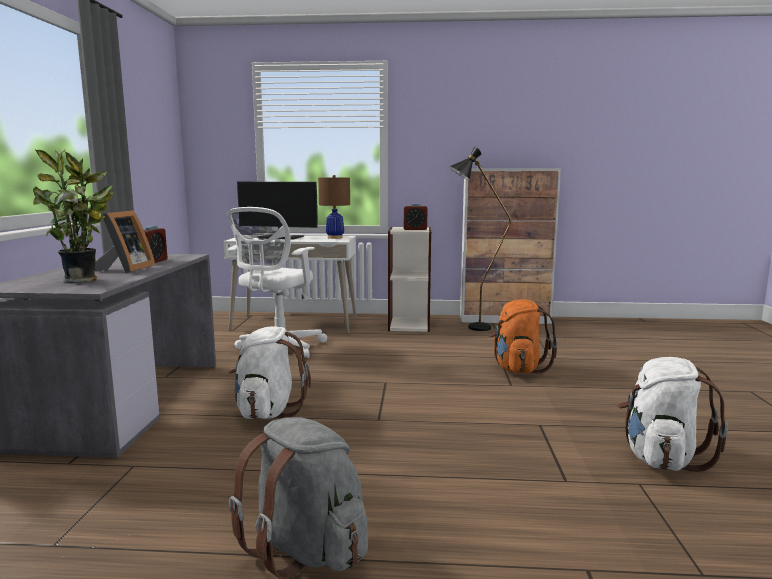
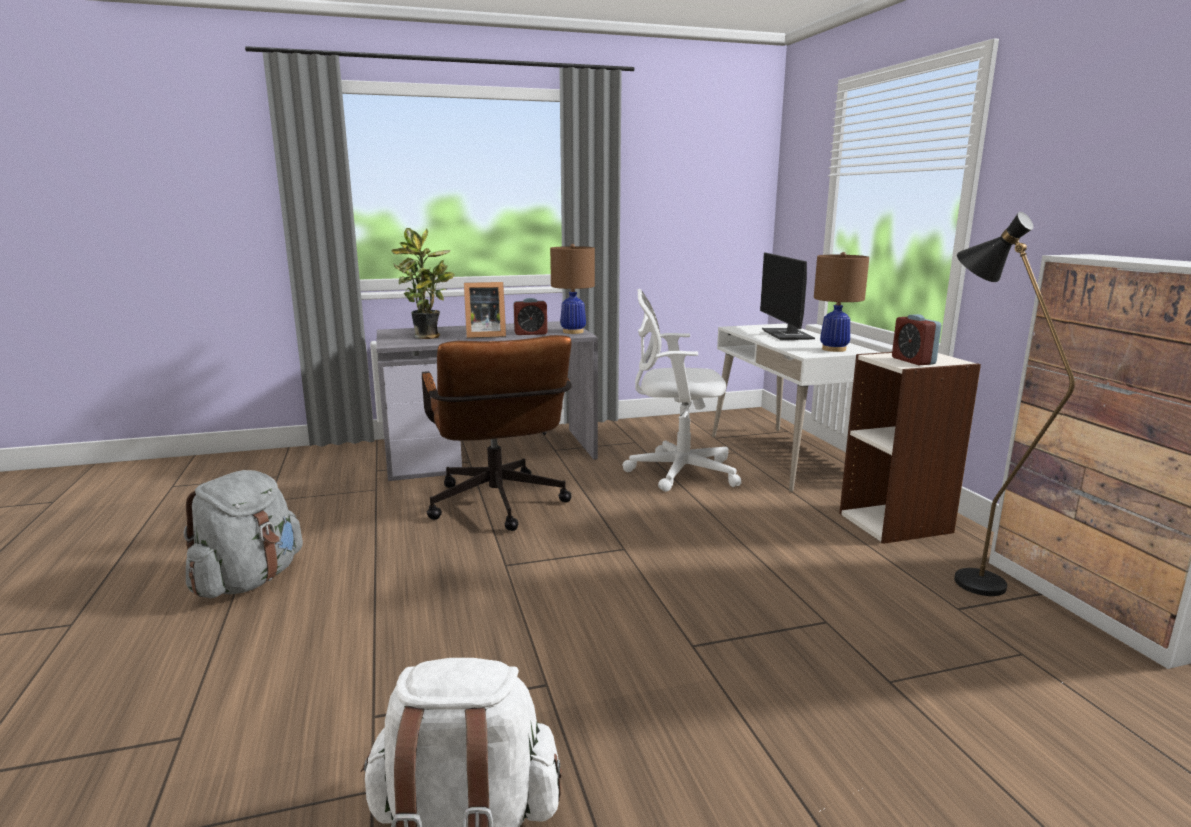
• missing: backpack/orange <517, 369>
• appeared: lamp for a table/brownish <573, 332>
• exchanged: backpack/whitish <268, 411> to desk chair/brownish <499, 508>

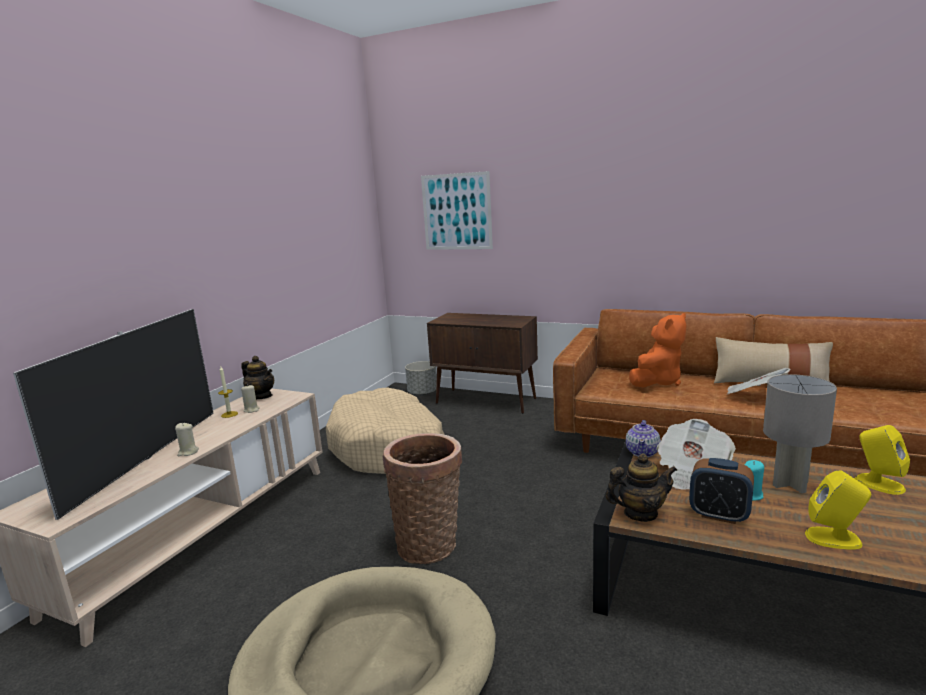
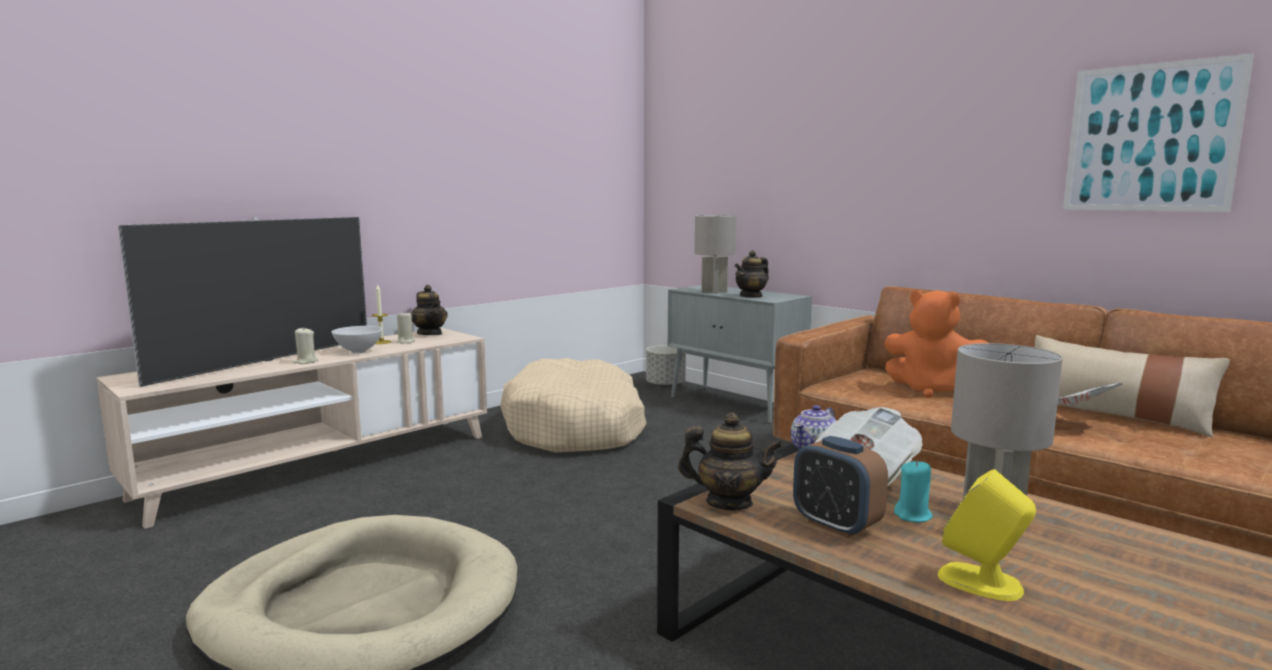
• missing: household basket <429, 543>
• missing: speaker/yellow-coloured <878, 484>
• appeared: deep dish/whitish <358, 352>
• appeared: lamp for a table/grey <714, 292>
• appeared: pot for tea <751, 296>
• relocated: picture <456, 212> to <1150, 138>
• colour: cabinet/brownish <486, 401> to cabinet/grey <736, 404>
• spun: cuddly toy/orange <657, 382> = <934, 390> 60 degrees clockwise

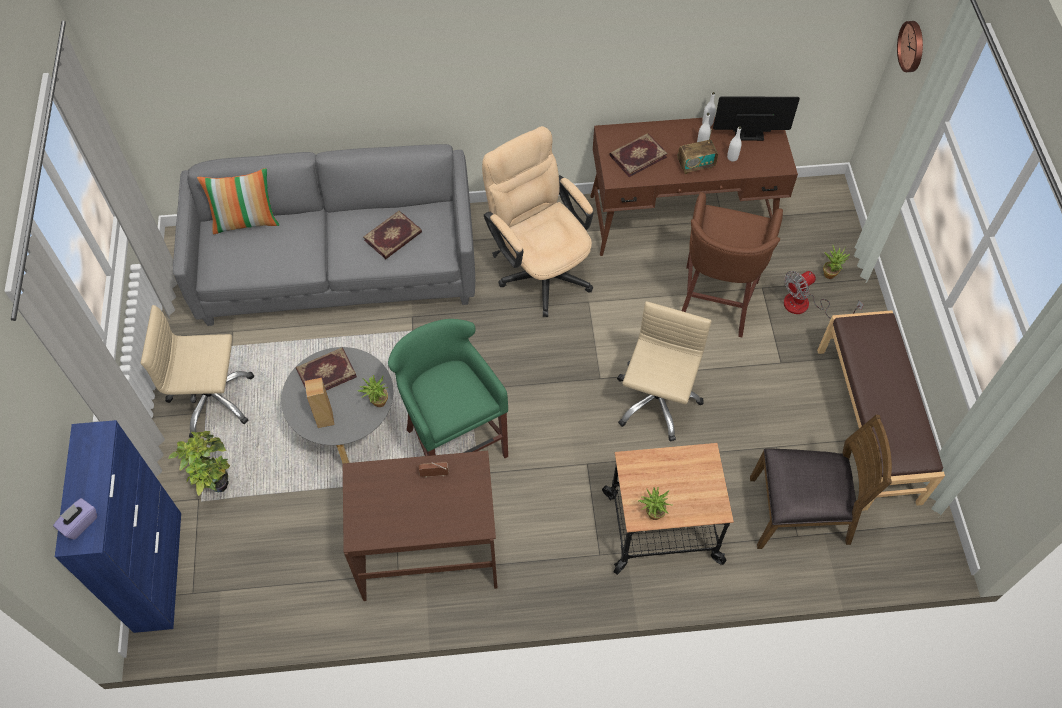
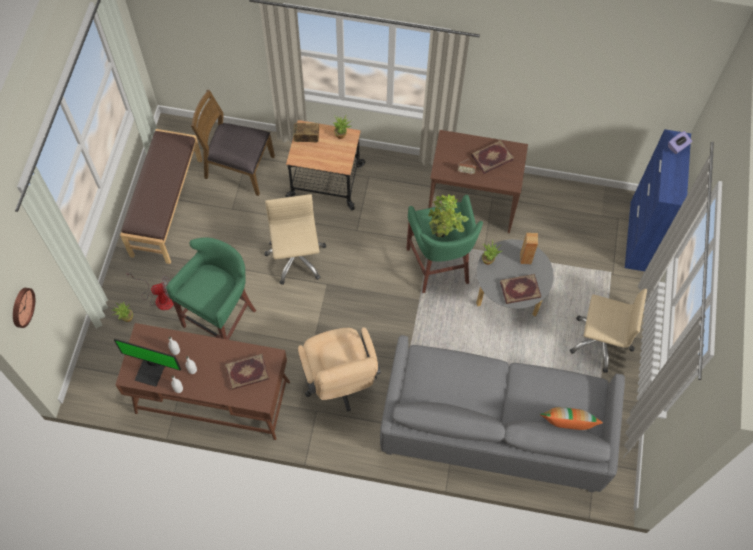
• relocated: potted plant <215, 483> to <443, 234>
• relocated: bound book <393, 237> to <491, 157>
• relocated: radio <695, 165> to <306, 138>
• colour: sitting stool/brownish <715, 303> to sitting stool/green <222, 318>
• spun: desk chair/beige <655, 401> = <296, 258> 135 degrees clockwise

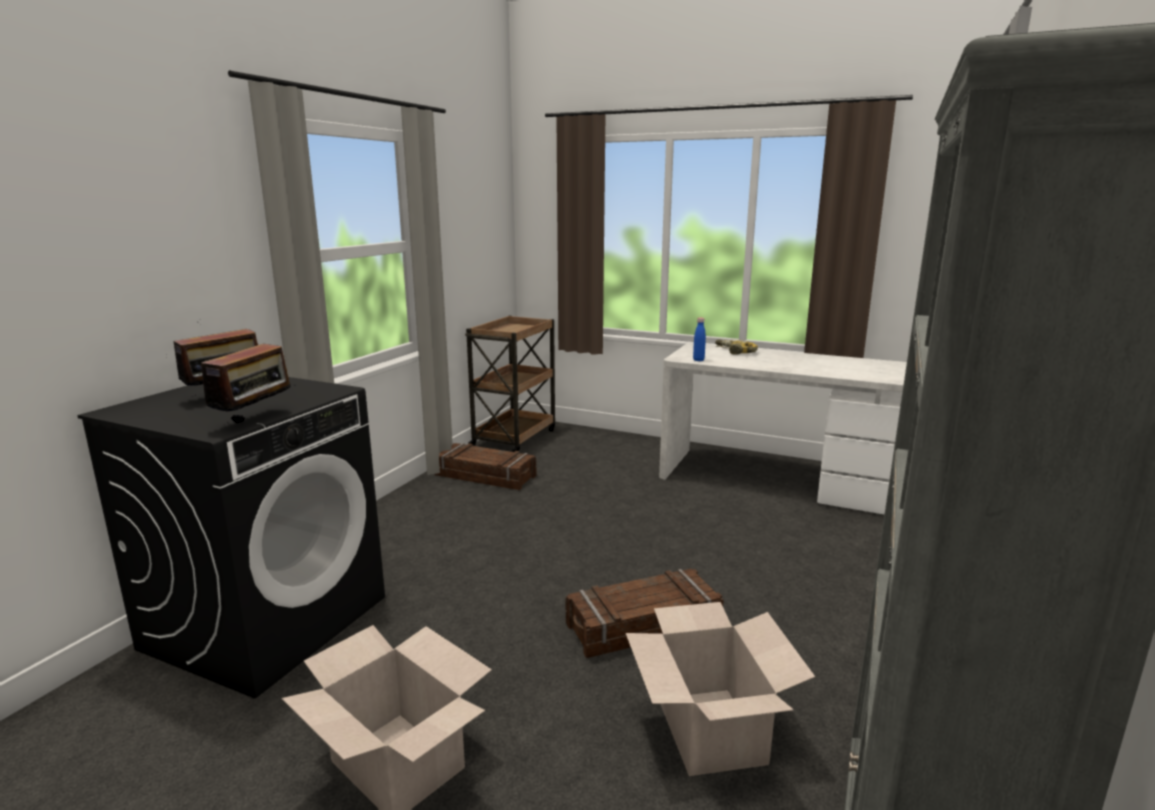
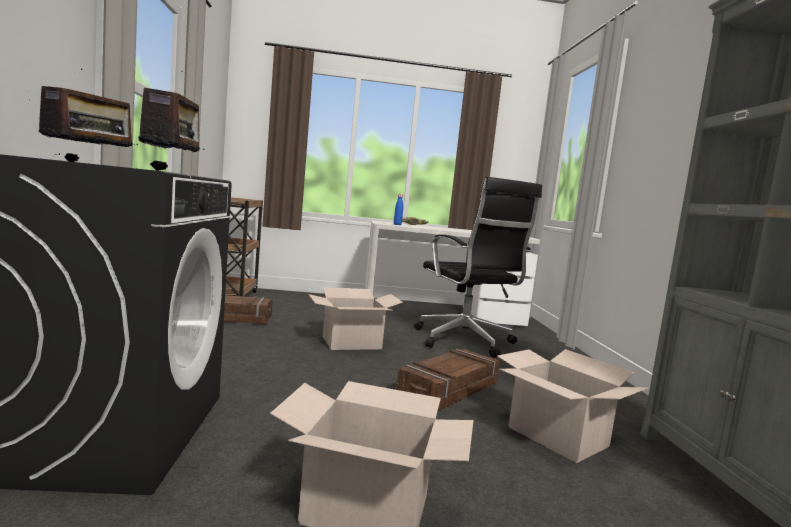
• appeared: packing box <351, 343>
• appeared: desk chair/black-coloured <465, 341>

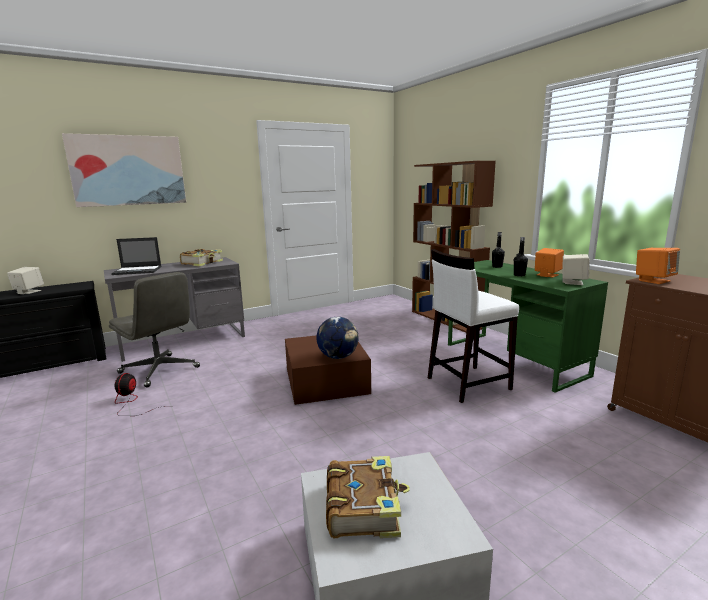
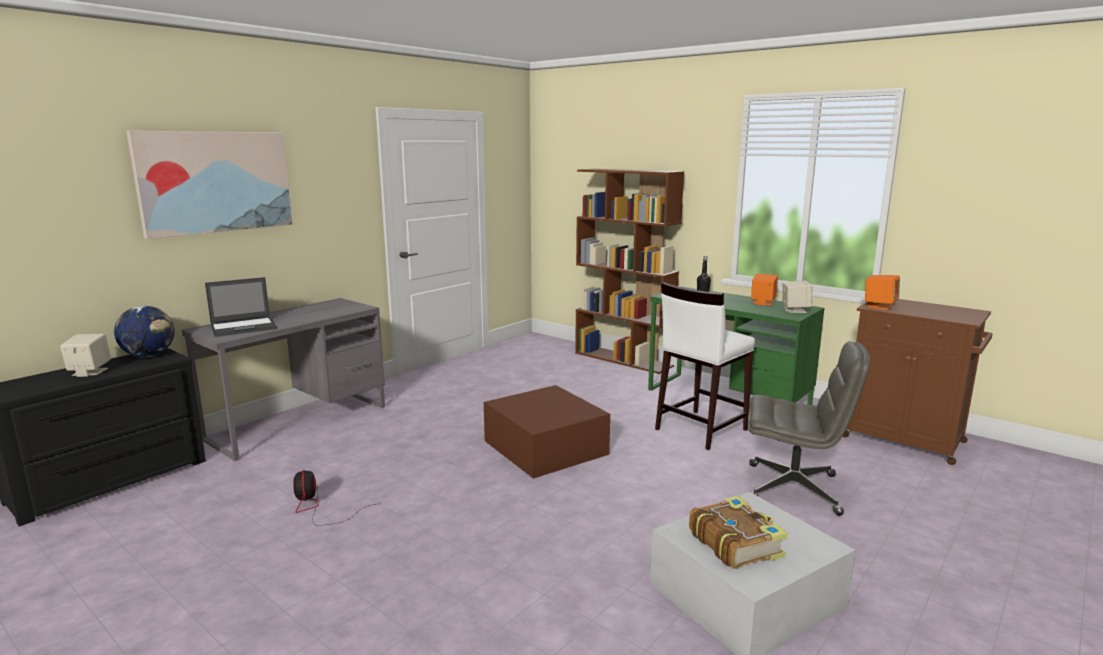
• missing: bound book <202, 263>
• missing: bottle/black-coloured <519, 275>
• relocated: desk chair/grey <160, 370> to <794, 489>
• relocated: world globe <338, 357> to <149, 356>

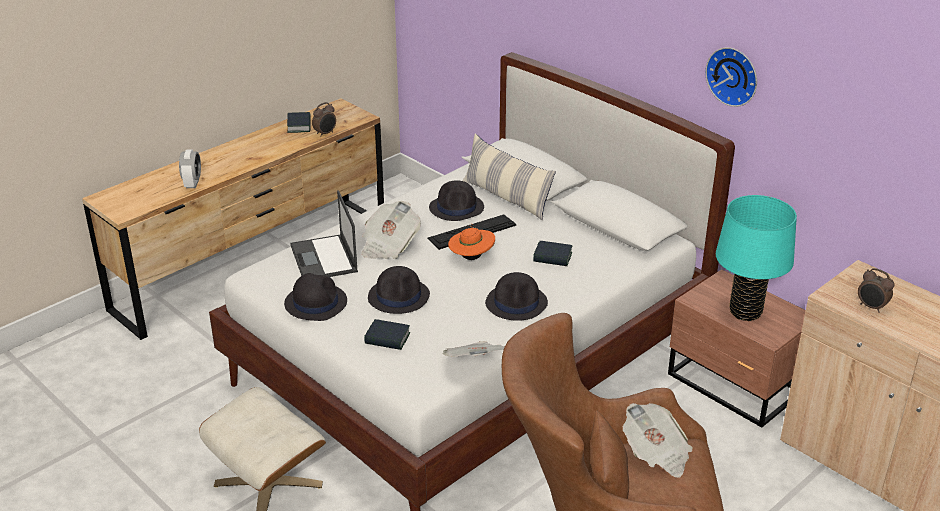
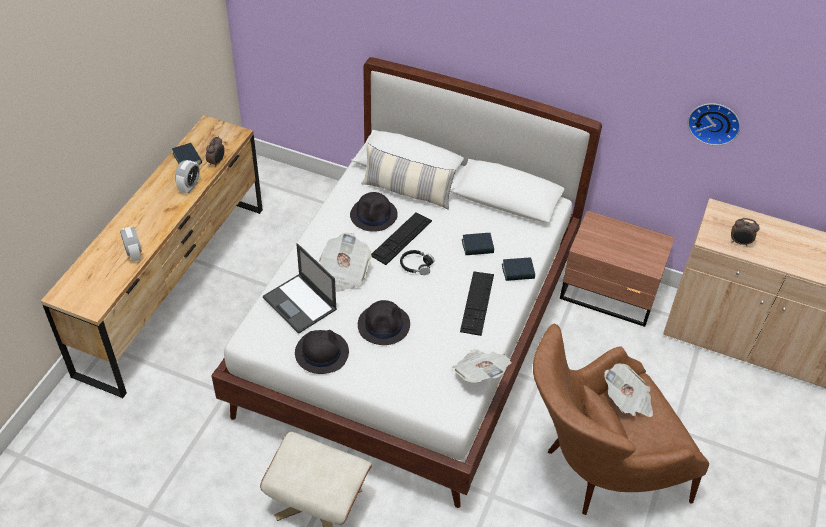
• missing: lamp for a table/turquoise <745, 312>
• appeared: alarm clock <189, 186>
• relocated: bound book <387, 339> to <518, 272>
• relocated: clock on the wall <734, 75> to <714, 122>
• exchanged: hat/orange <471, 257> to headset/black-coloured <416, 265>
• exchanged: hat/black-coloured <517, 303> to computer keyboard <477, 303>

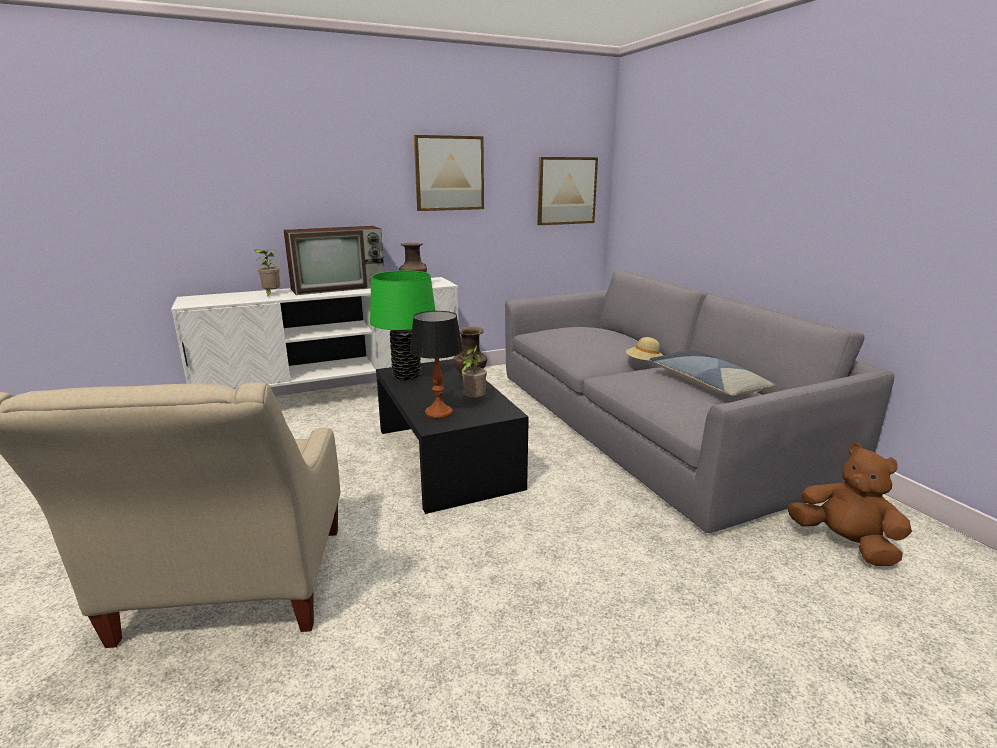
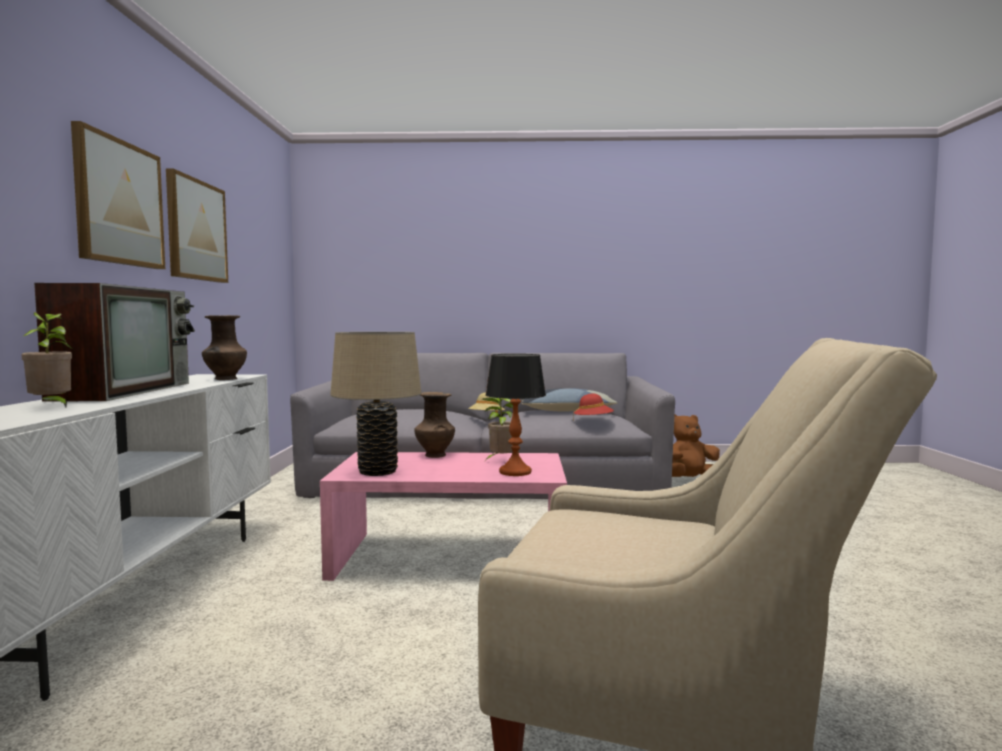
• appeared: hat/reddish <593, 421>
• relocated: picture <566, 191> to <118, 203>
• colour: lamp for a table/green <407, 376> to lamp for a table/beige <378, 471>
• colour: low table/black-coloured <447, 457> to low table/pink <451, 556>

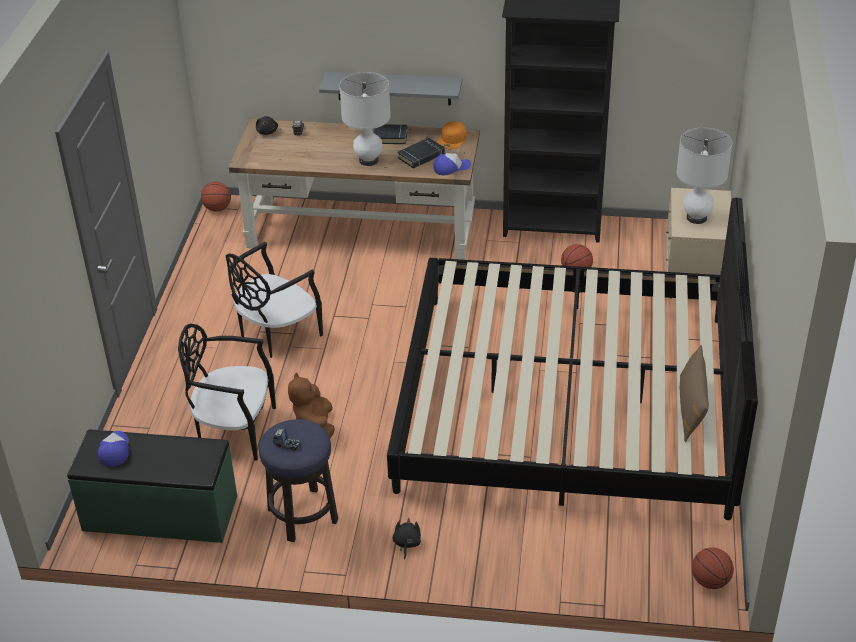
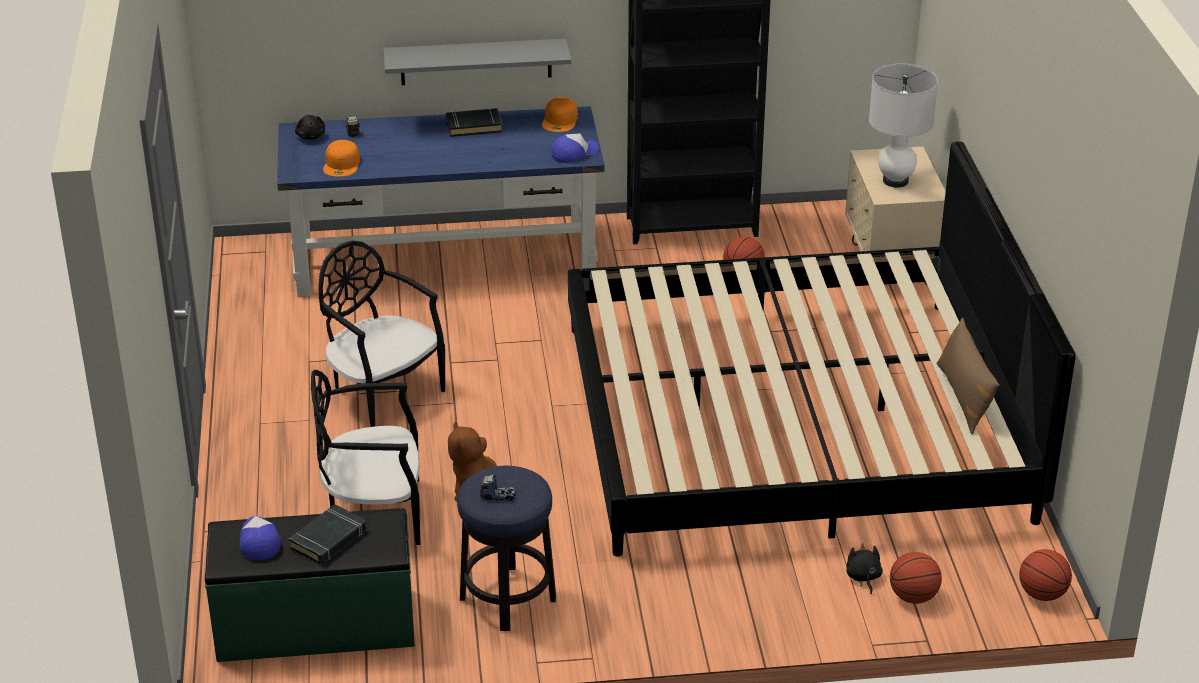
• missing: lamp for a table/whitish <368, 160>
• appeared: peaked cap/orange <342, 164>
• relocated: basketball <217, 208> to <913, 597>
• relocated: cuddly toy/black-coloured <406, 544> to <863, 577>
• relocated: bound book/black-coloured <421, 156> to <329, 539>
• colour: desk table/brownish <362, 229> to desk table/blue <445, 257>
• spun: upright chair/black-coloured <276, 334> = <383, 394> 105 degrees clockwise

